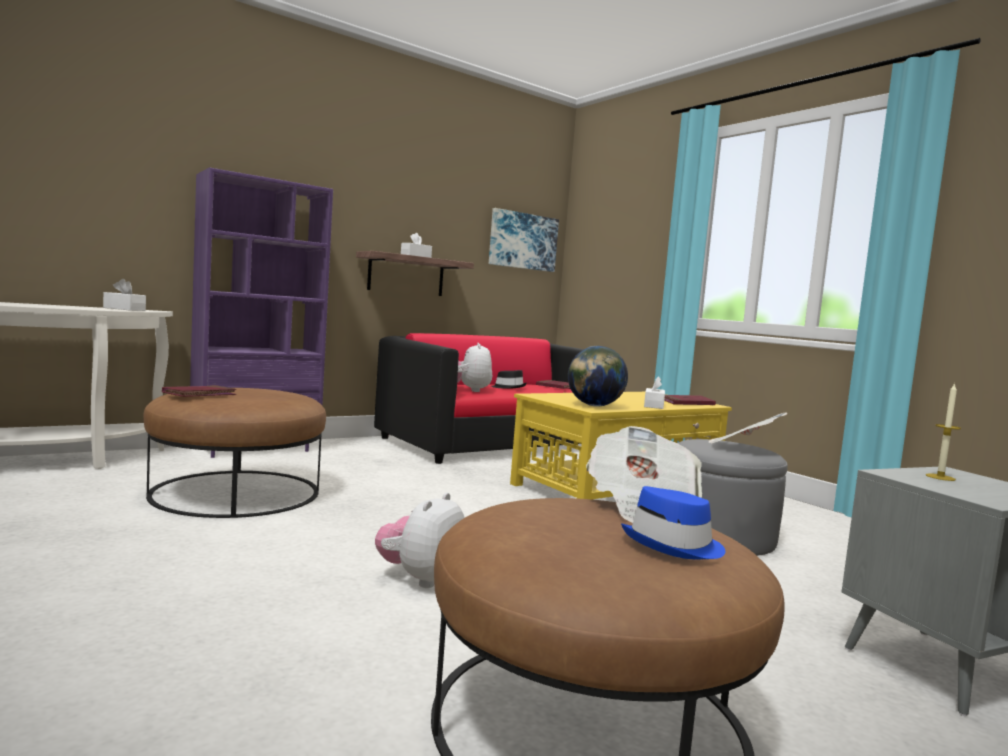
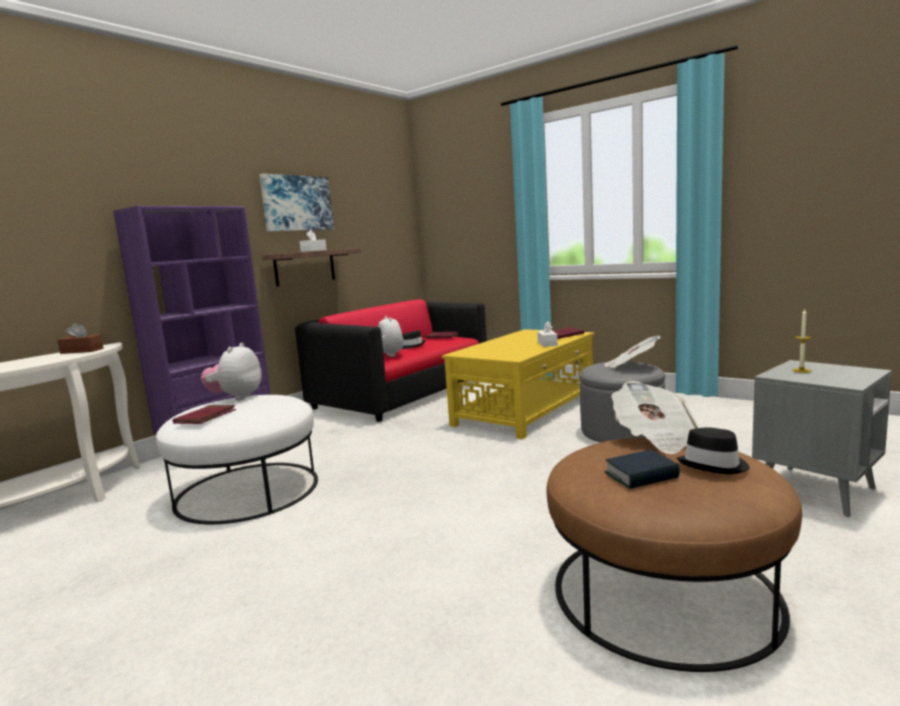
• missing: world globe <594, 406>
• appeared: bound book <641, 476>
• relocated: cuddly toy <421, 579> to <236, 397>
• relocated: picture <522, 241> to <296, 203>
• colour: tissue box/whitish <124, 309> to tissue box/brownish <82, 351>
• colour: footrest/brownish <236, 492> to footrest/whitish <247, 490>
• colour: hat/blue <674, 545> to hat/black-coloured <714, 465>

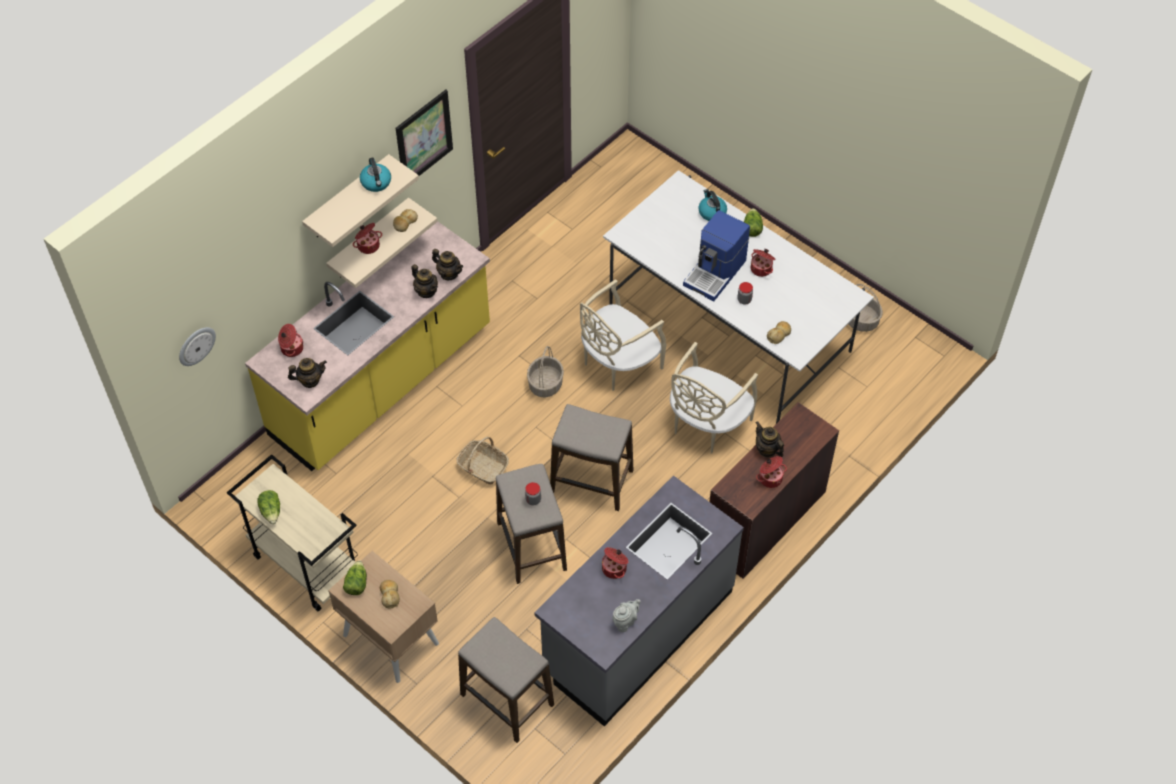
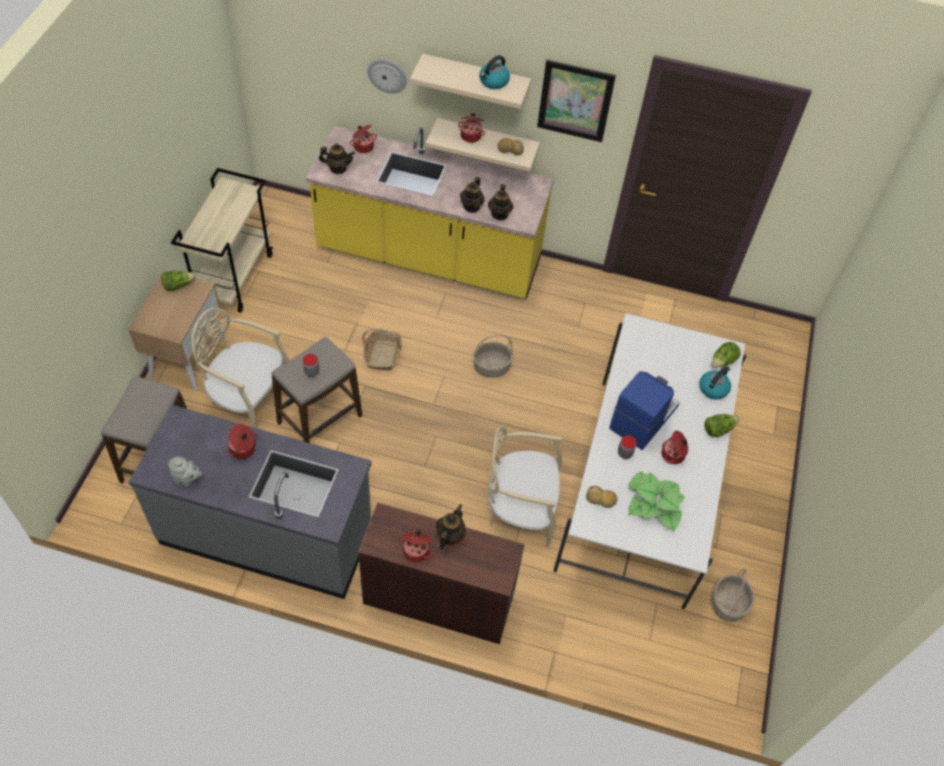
• missing: baked bread <390, 595>
• missing: sitting stool <591, 482>
• appeared: potted plant <654, 503>
• relocated: clock on the wall <196, 345> to <387, 75>
• relocated: head of lettuce <271, 511> to <723, 361>
• relocated: upright chair/beige <618, 363> to <248, 398>
• spun: pot for tea <310, 380> = <338, 168> 45 degrees counterclockwise
• spun: coffee brewer <716, 273> = <642, 417> 120 degrees clockwise

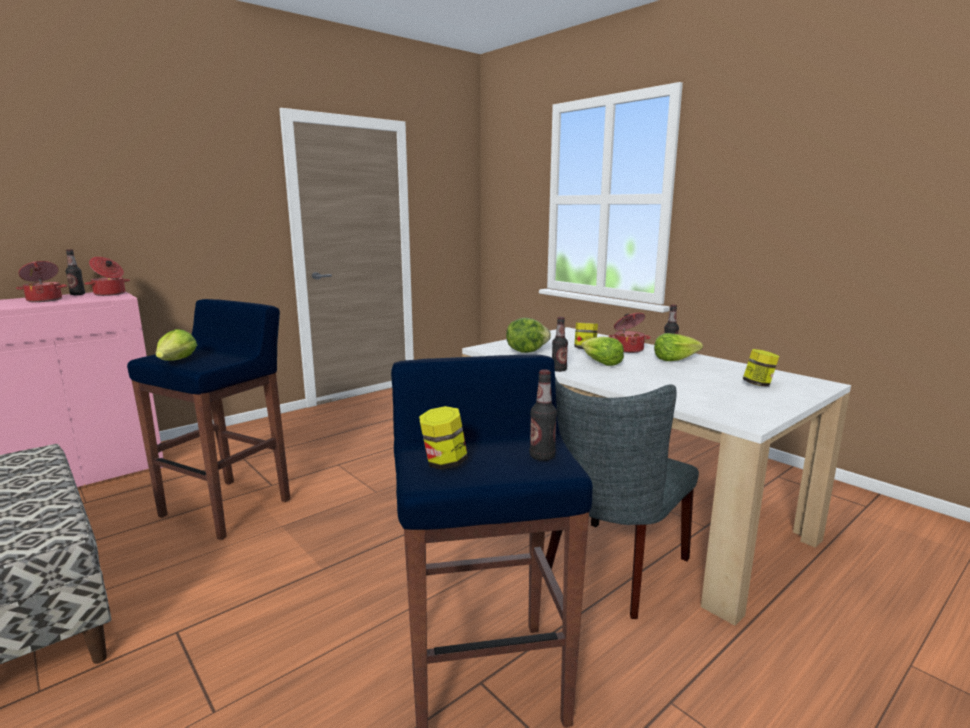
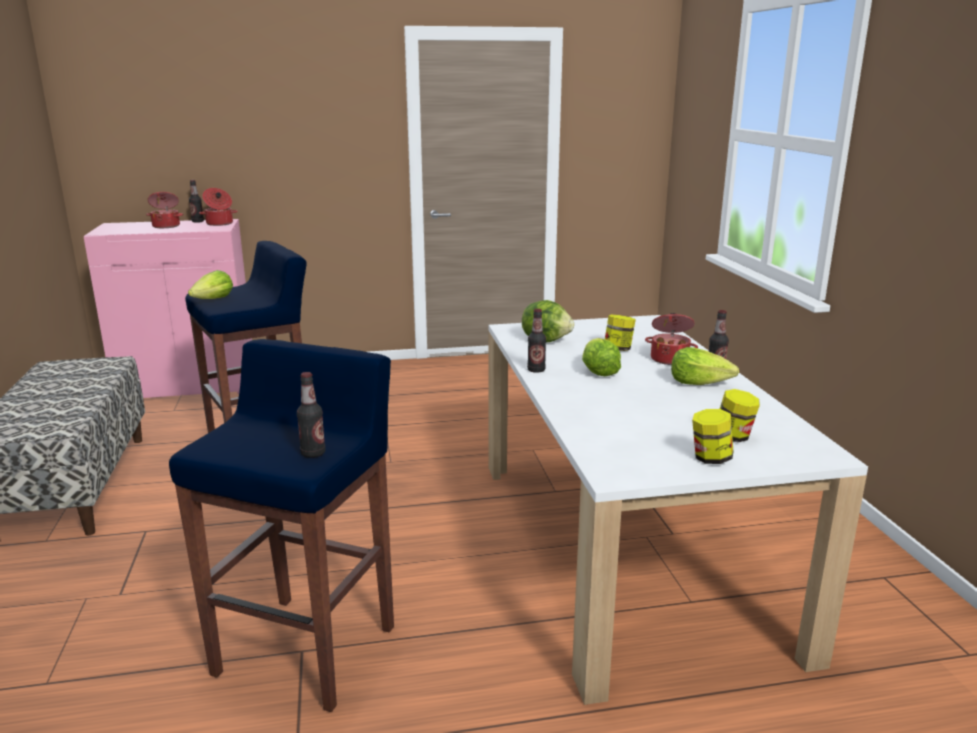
• missing: upright chair/grey <610, 571>
• relocated: preserve jar <444, 463> to <710, 458>

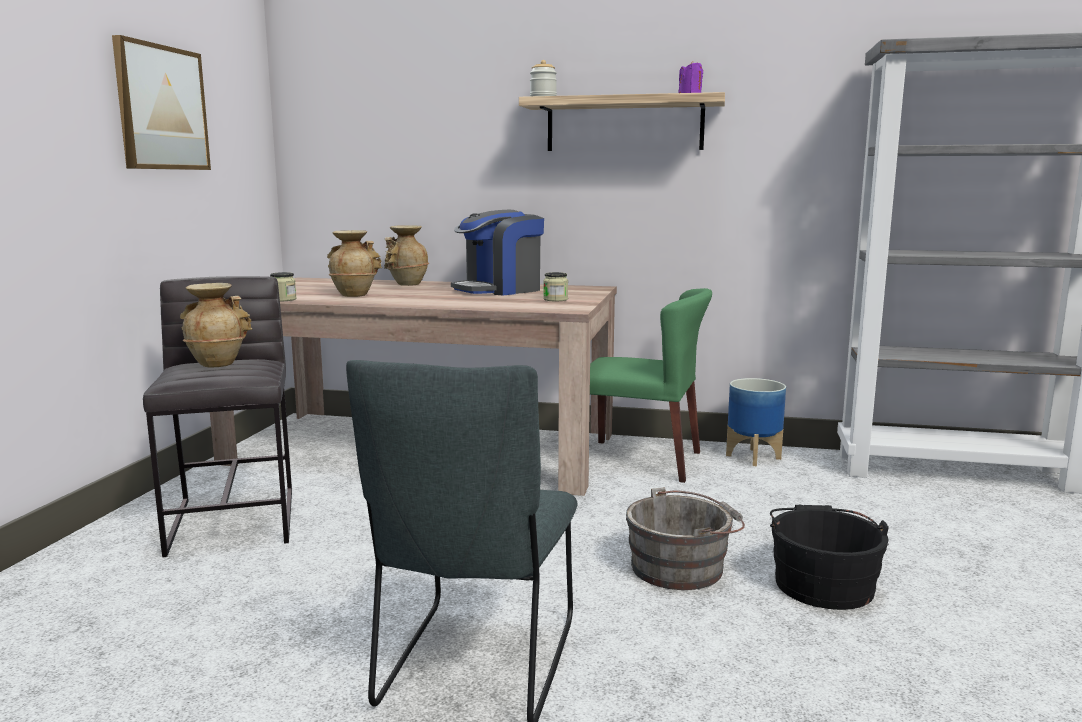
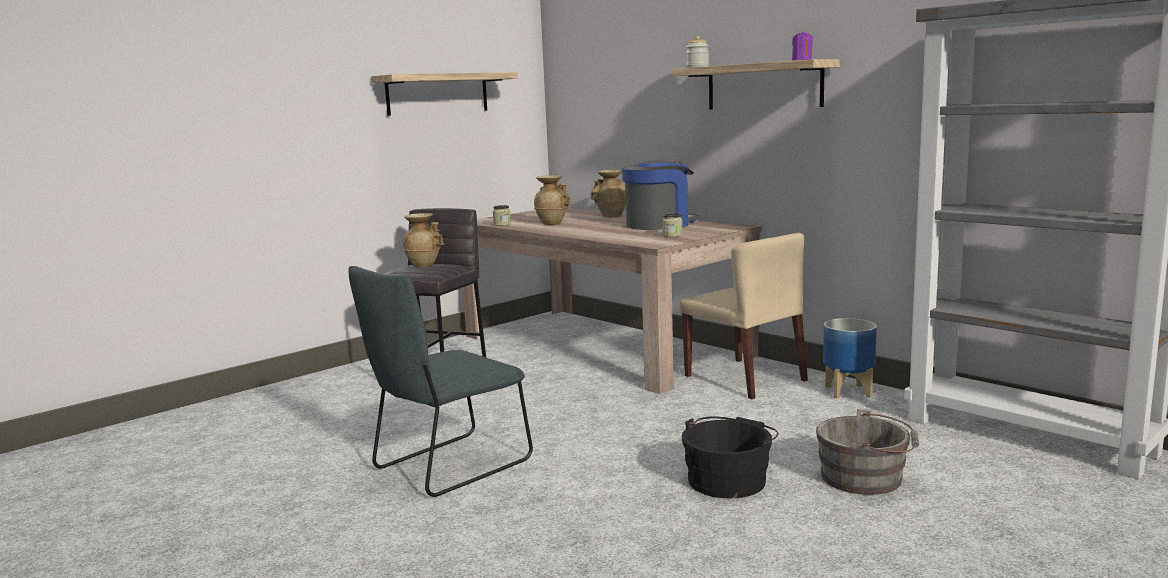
• relocated: pail/grey <682, 567> to <866, 478>
• exchanged: picture <161, 108> to shelf <437, 94>
• colour: upright chair/green <640, 460> to upright chair/beige <746, 378>
• spun: coffee brewer <499, 290> = <659, 224> 150 degrees clockwise

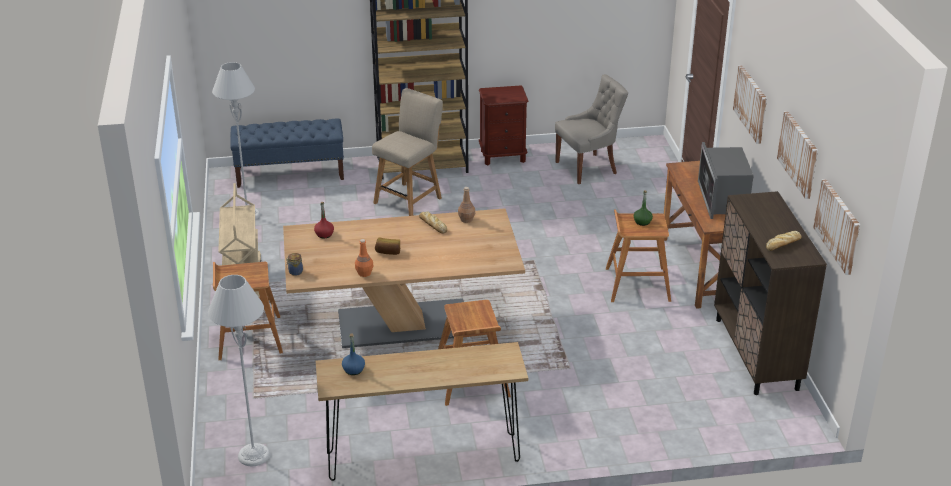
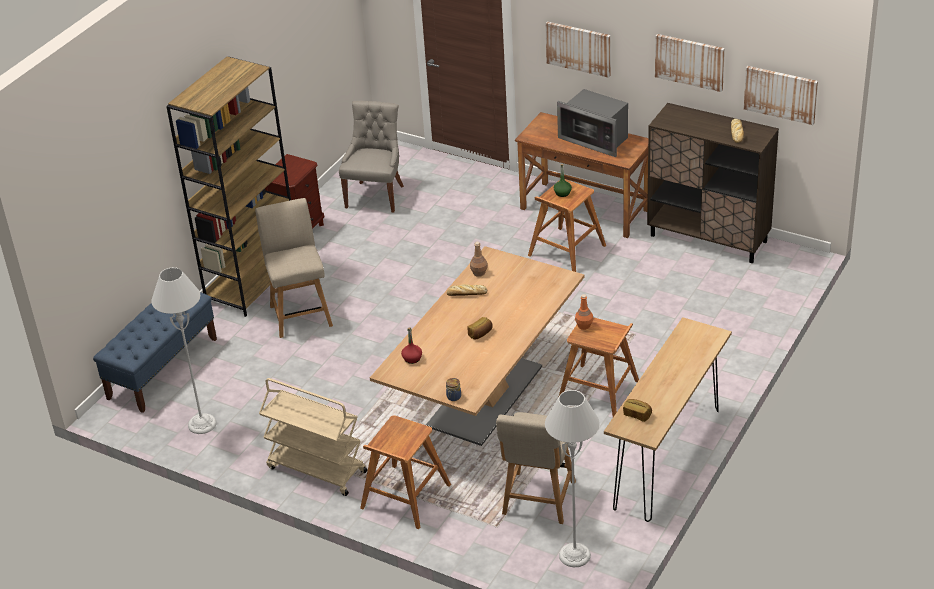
• appeared: upright chair/beige <538, 501>
• relocated: bottle/orange <364, 273> to <584, 325>
• exchanged: bottle/blue <353, 370> to baked bread <637, 414>

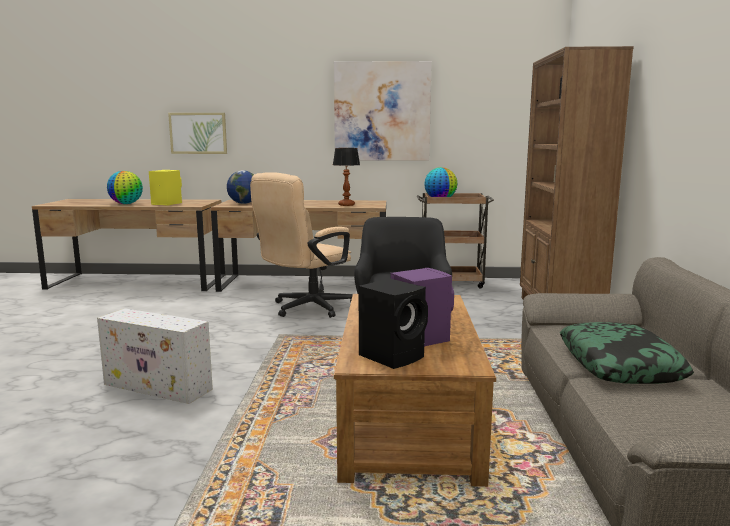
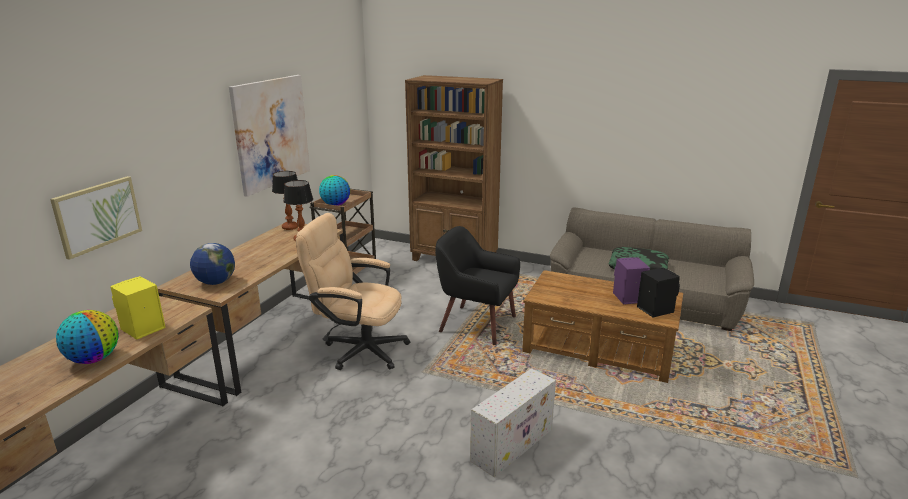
• appeared: lamp for a table <290, 227>
• spun: desk chair/beige <306, 308> = <358, 349> 135 degrees clockwise

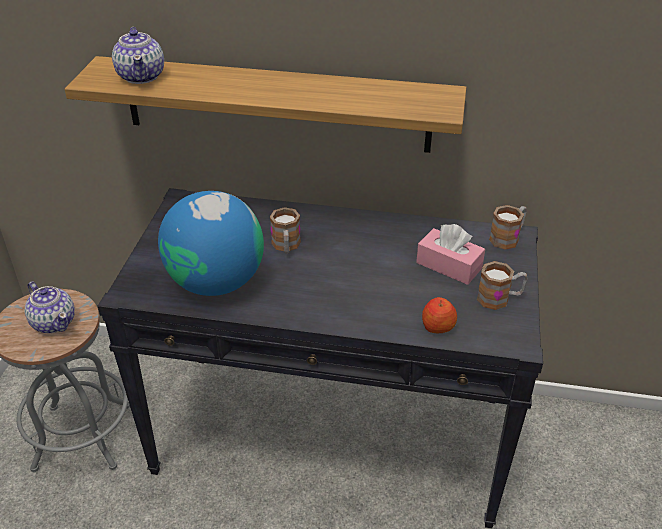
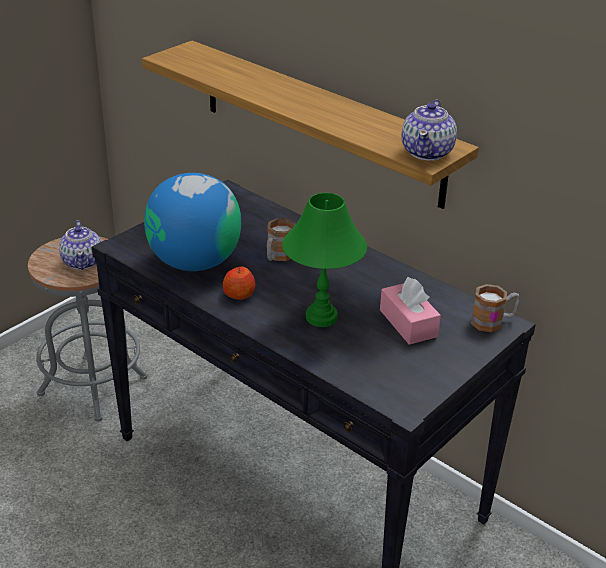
• missing: tea mug <499, 298>
• appeared: lamp for a table/green <322, 317>
• relocated: pot for tea <142, 76> to <427, 152>
• relocated: whole apple <437, 326> to <239, 294>

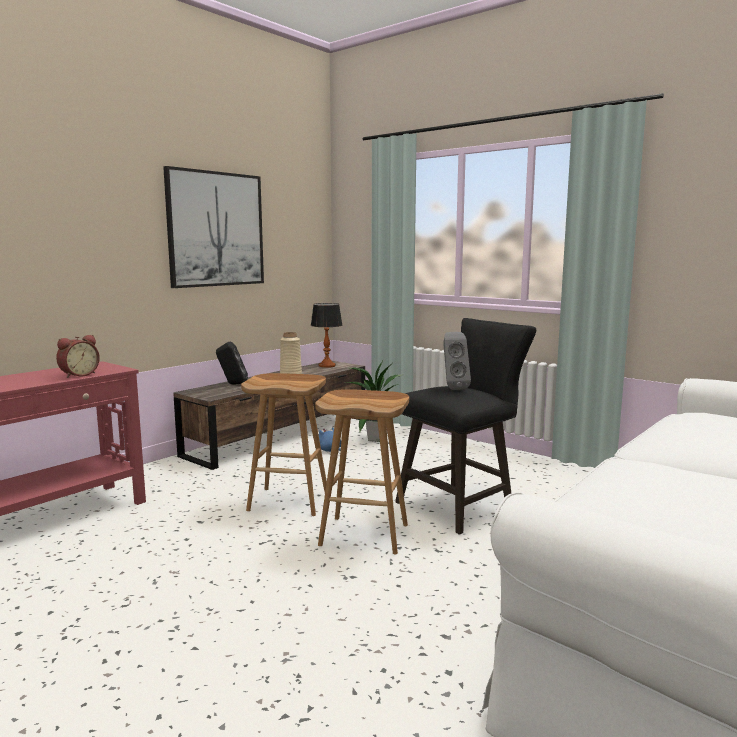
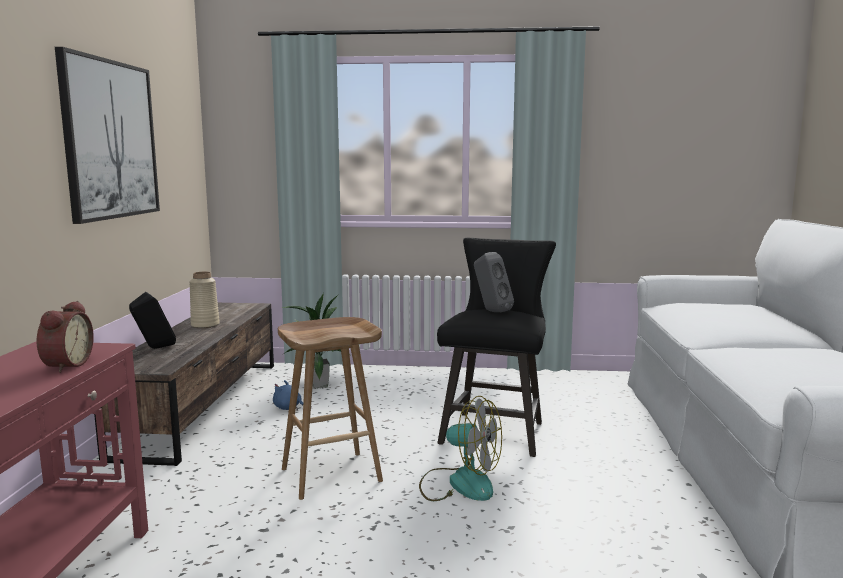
• missing: lamp for a table <327, 366>
• exchanged: sitting stool/brownish <365, 534> to fan <459, 483>

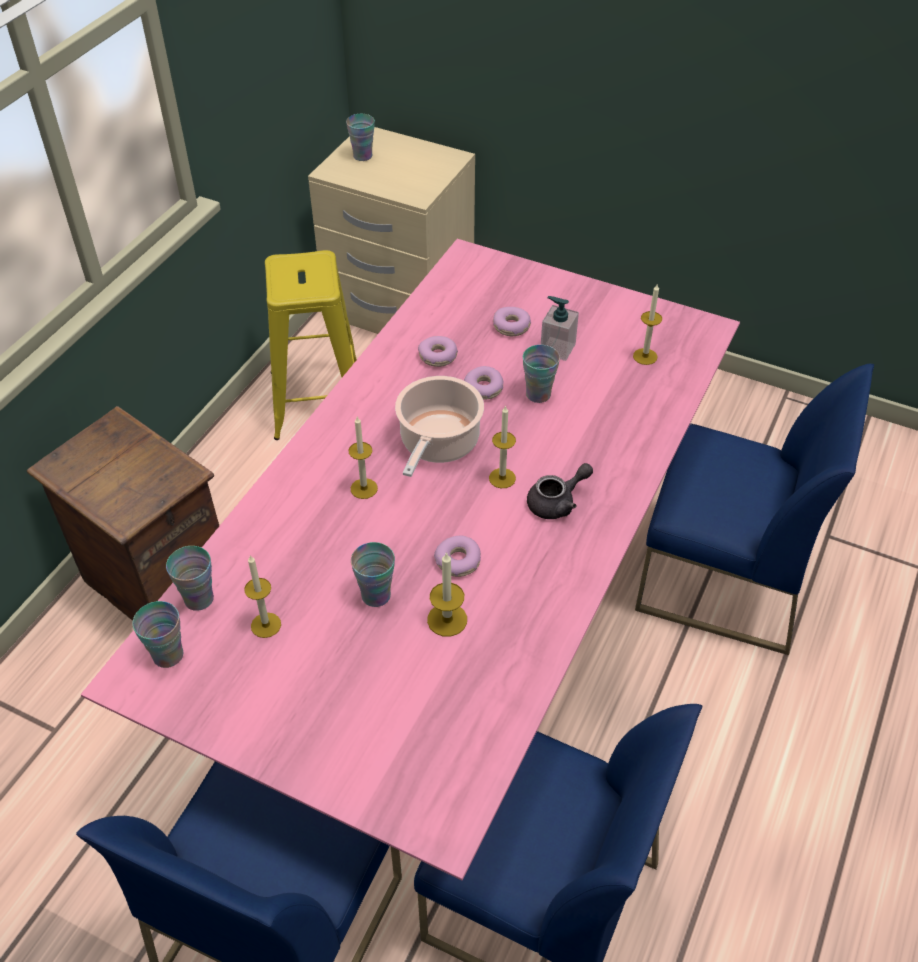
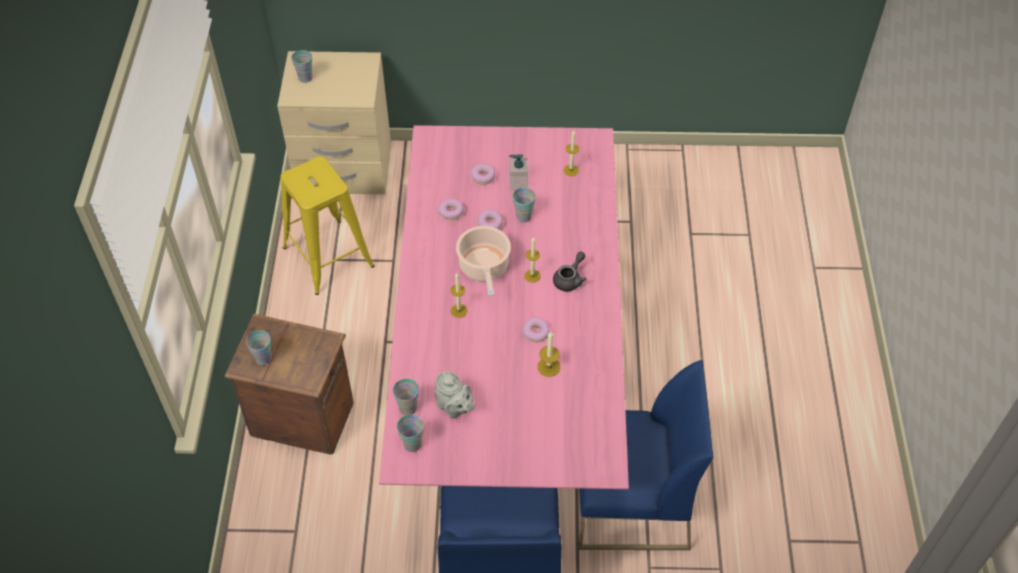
• missing: upright chair/blue <722, 579>
• relocated: drinking cup <376, 595> to <263, 358>
• exchanged: candle <266, 625> to pot for tea/grey <454, 407>

